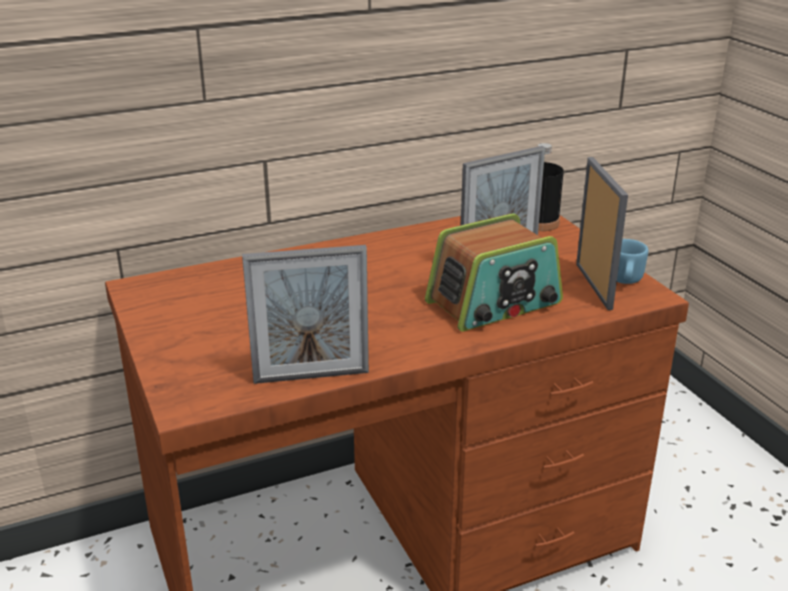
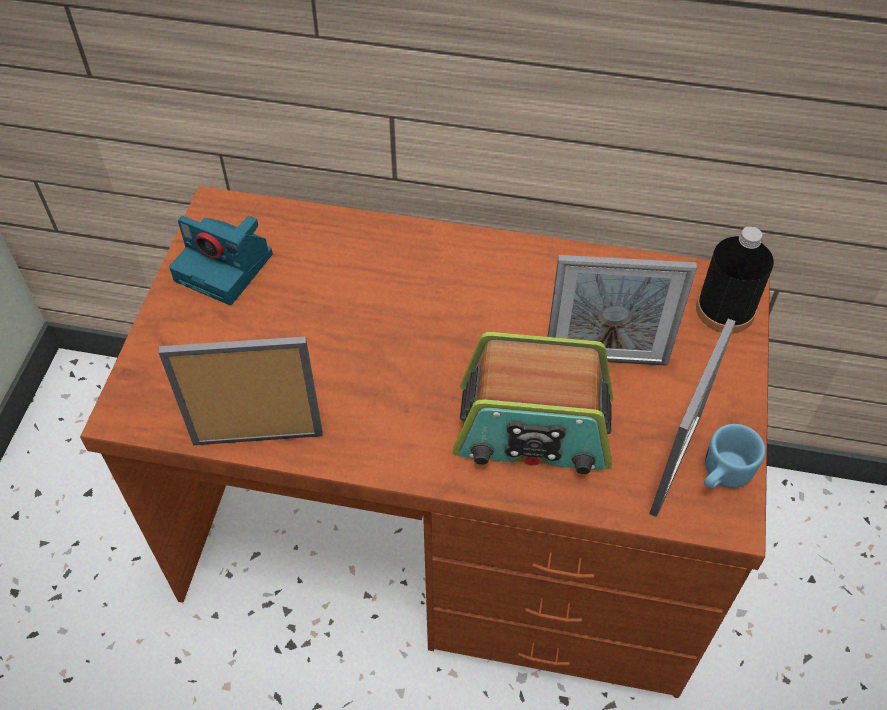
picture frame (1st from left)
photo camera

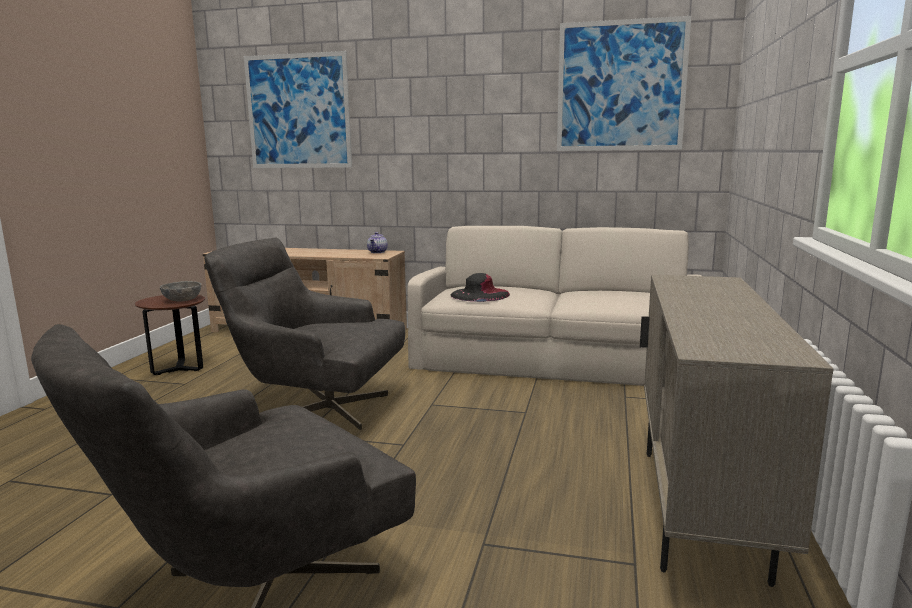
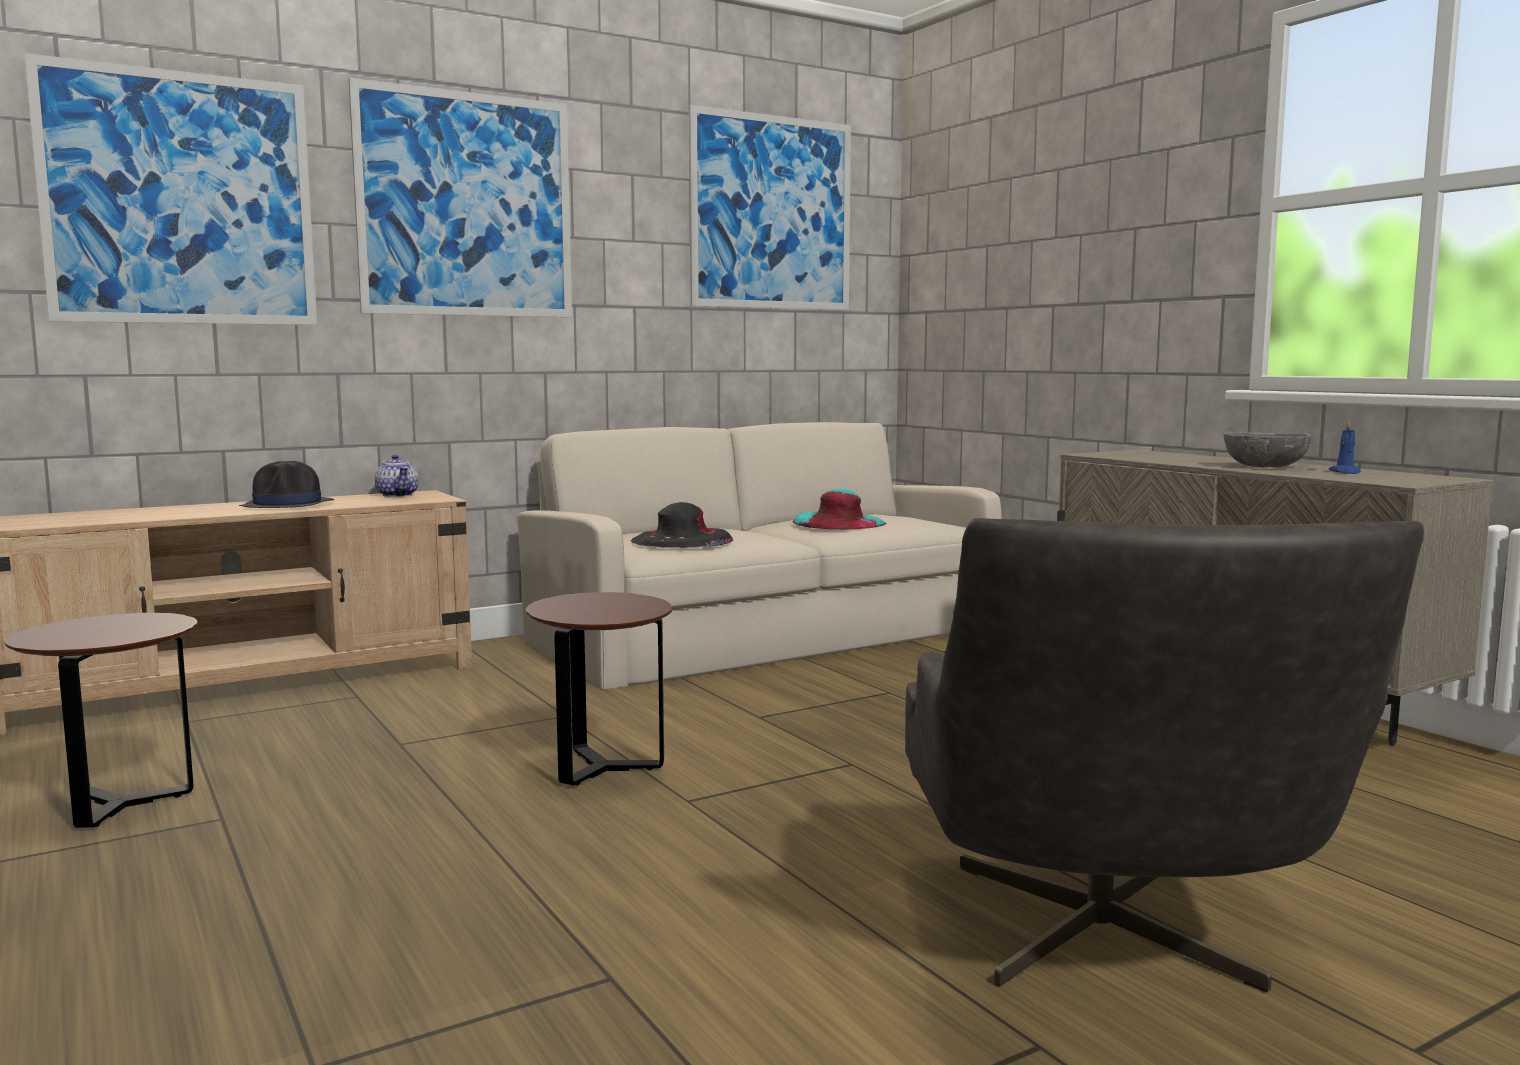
brown side table (2nd from left)
grey bowl
picture (2nd from left)
blue candle
black hat (1st from left)
turquoise hat

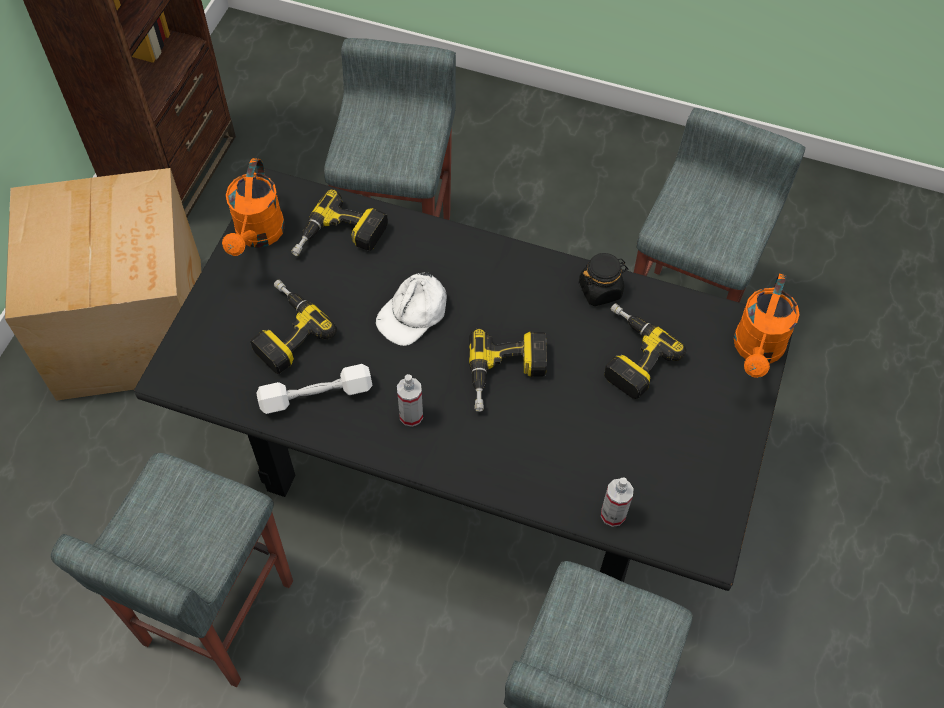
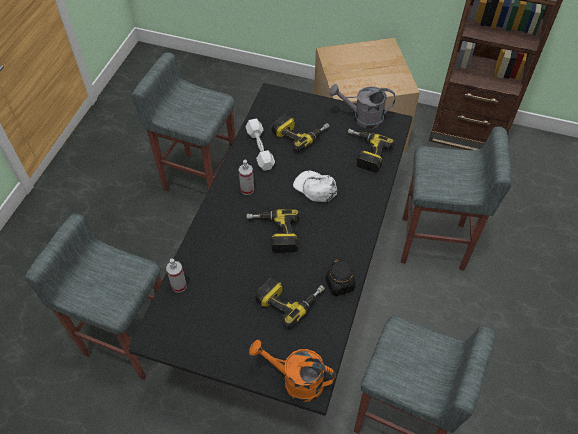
grey watering can

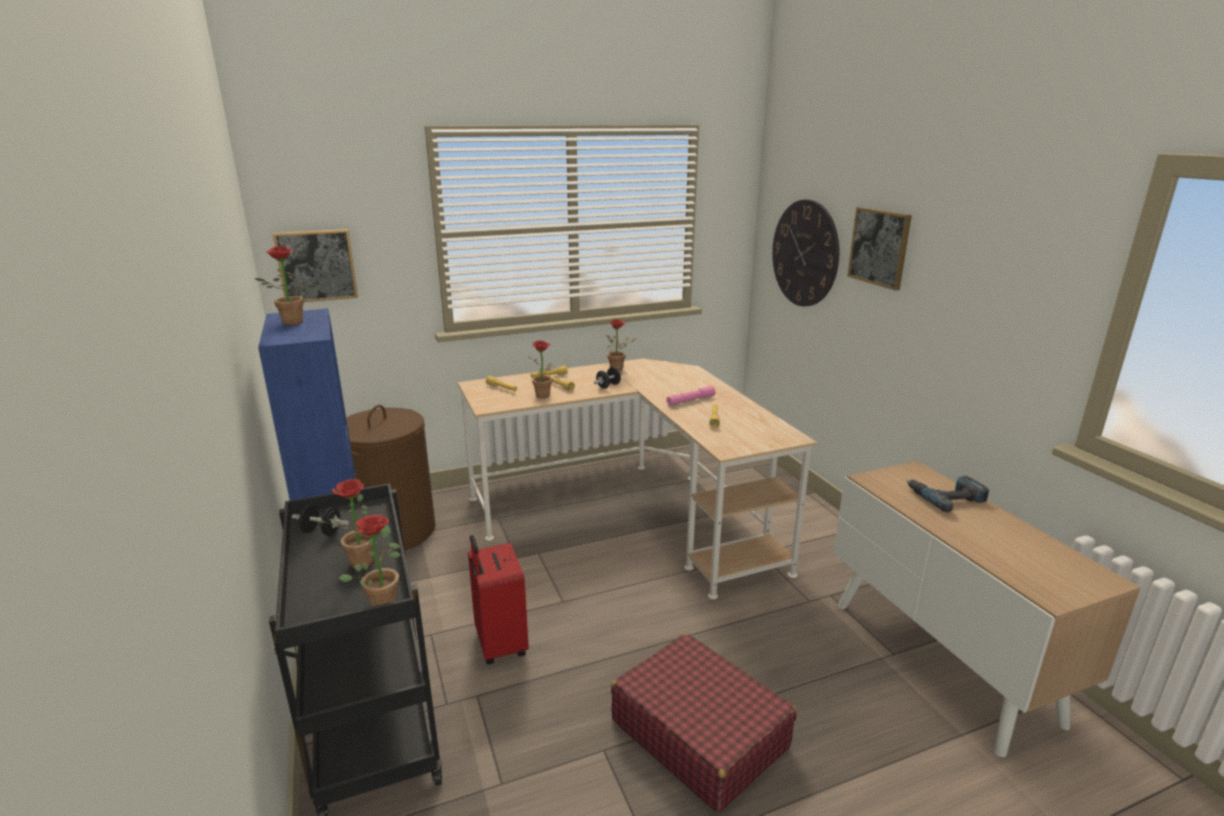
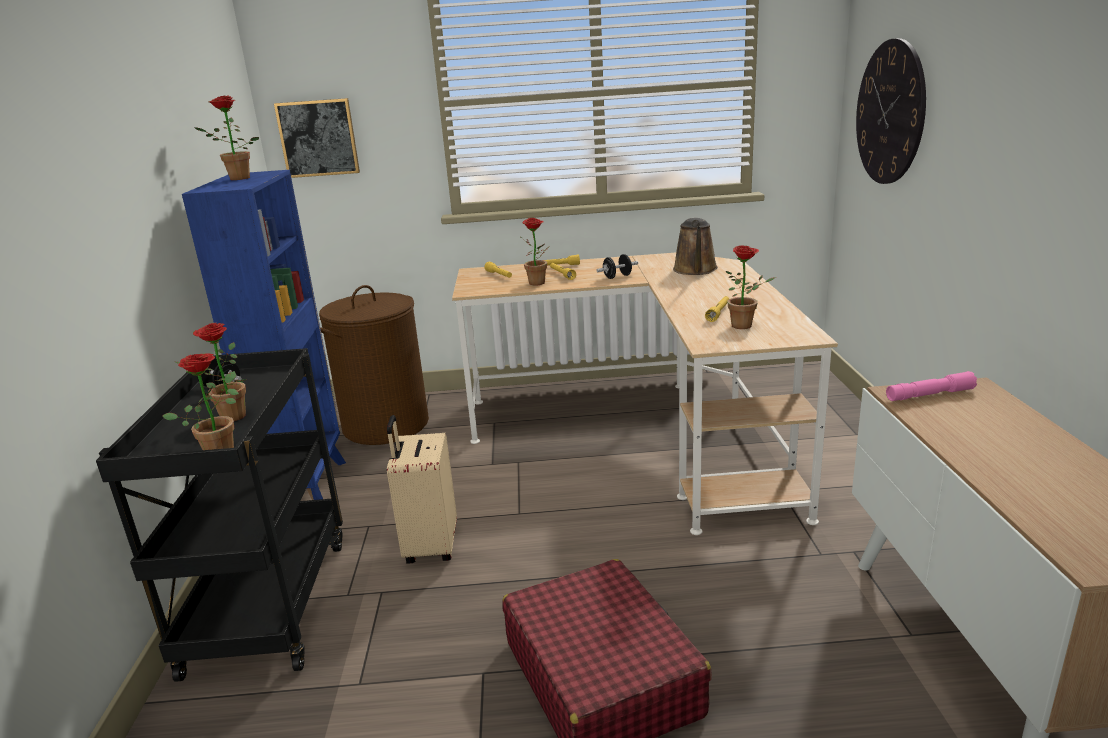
picture (2nd from left in the first image)
potted plant (5th from left)
pink flashlight
power drill
beige suitcase
brown watering can

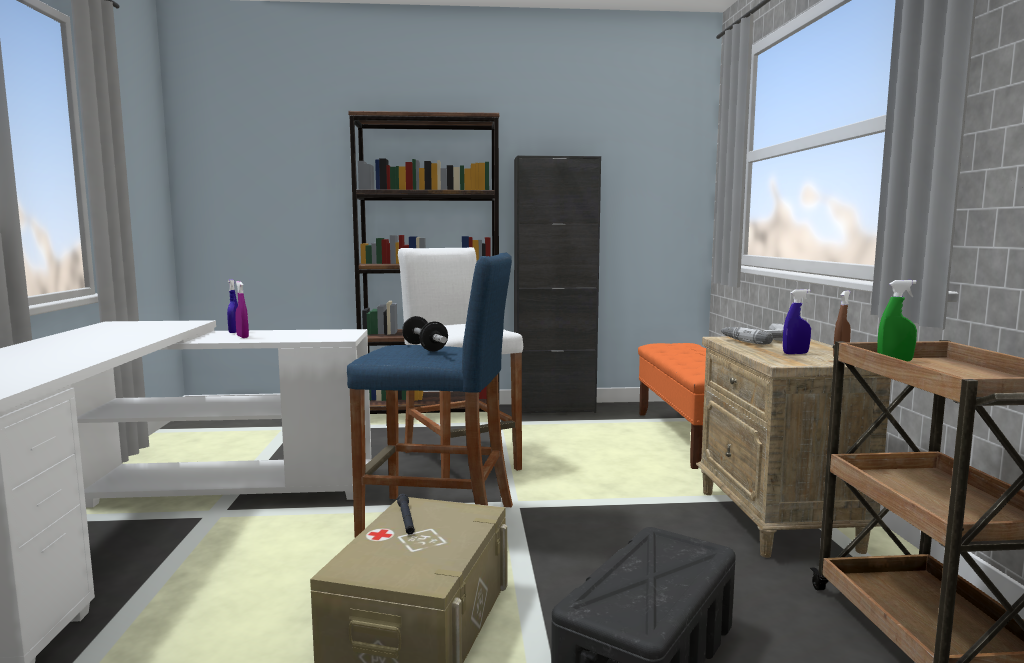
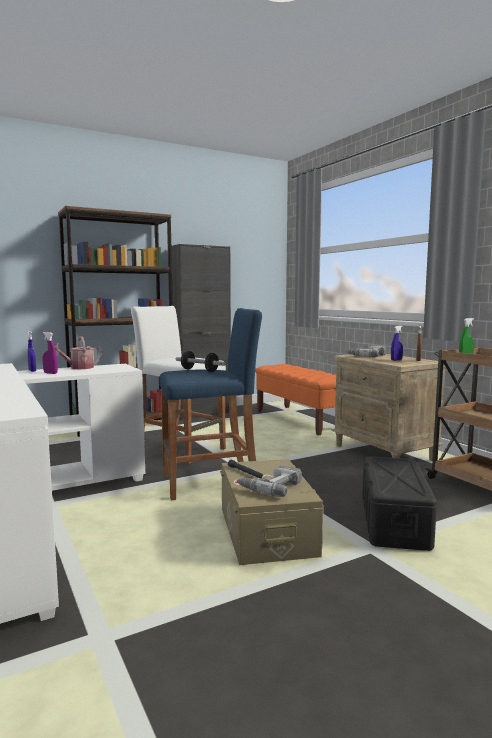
watering can
power drill (1st from left)

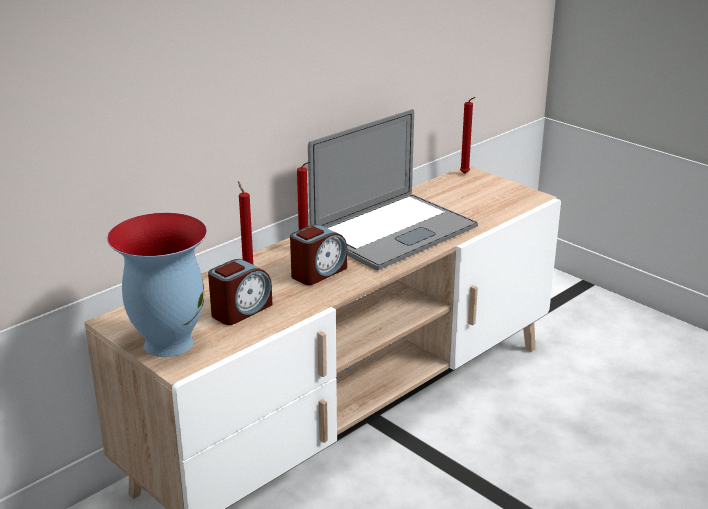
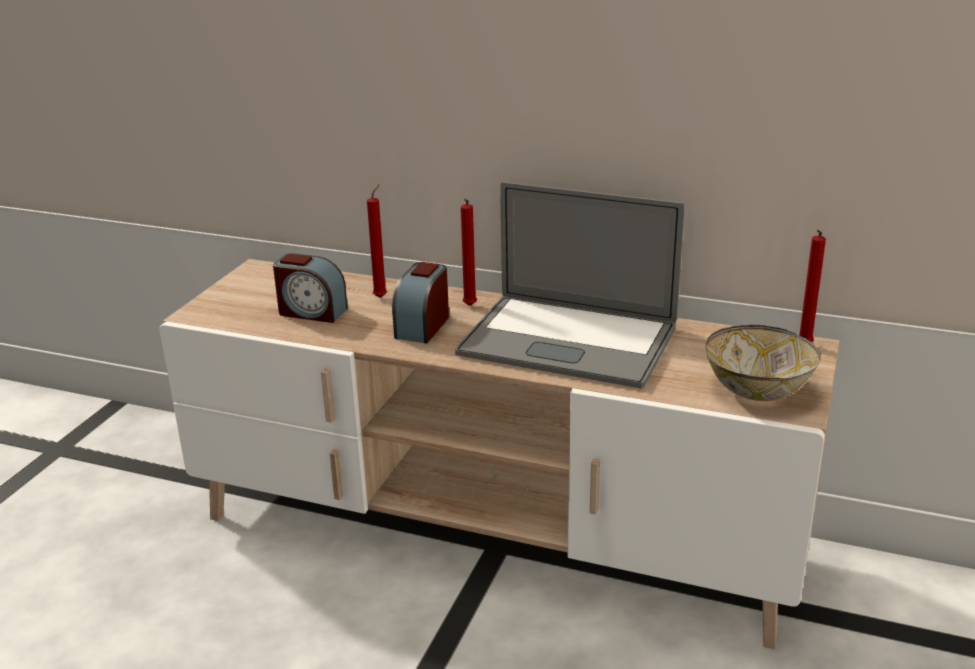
vase
alarm clock (2nd from left)
bowl

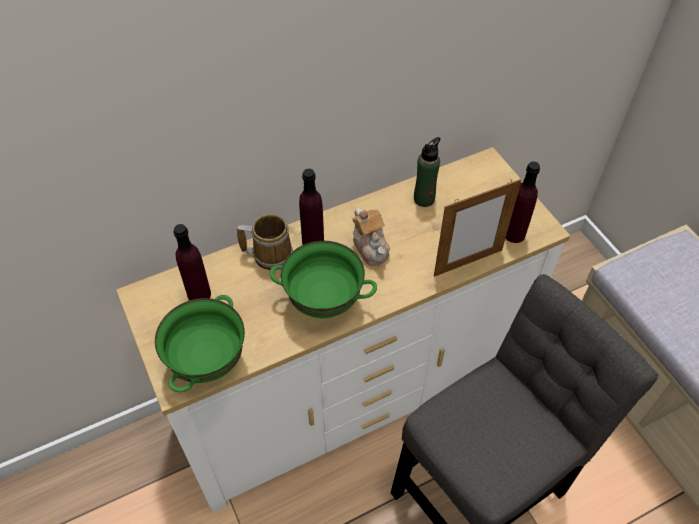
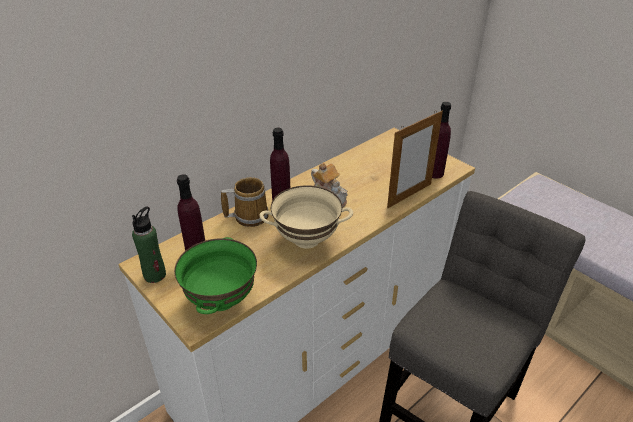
green bottle
beige bowl

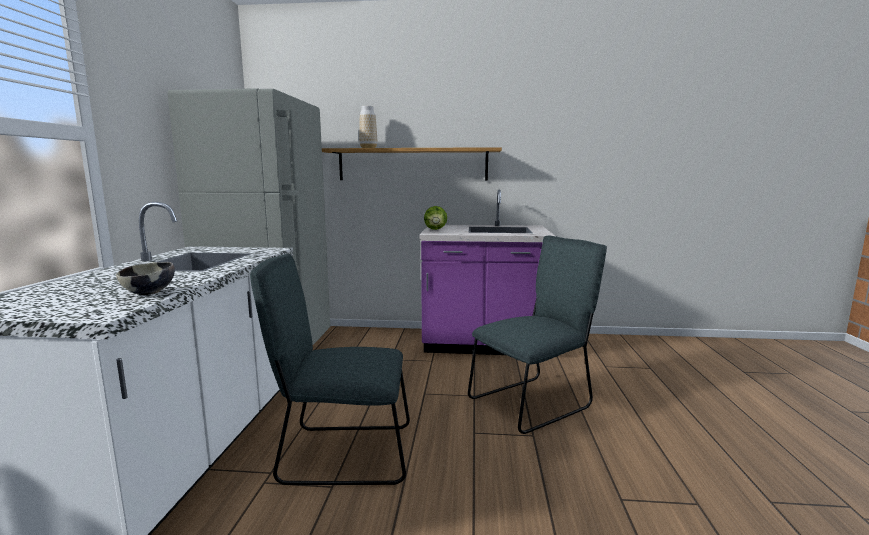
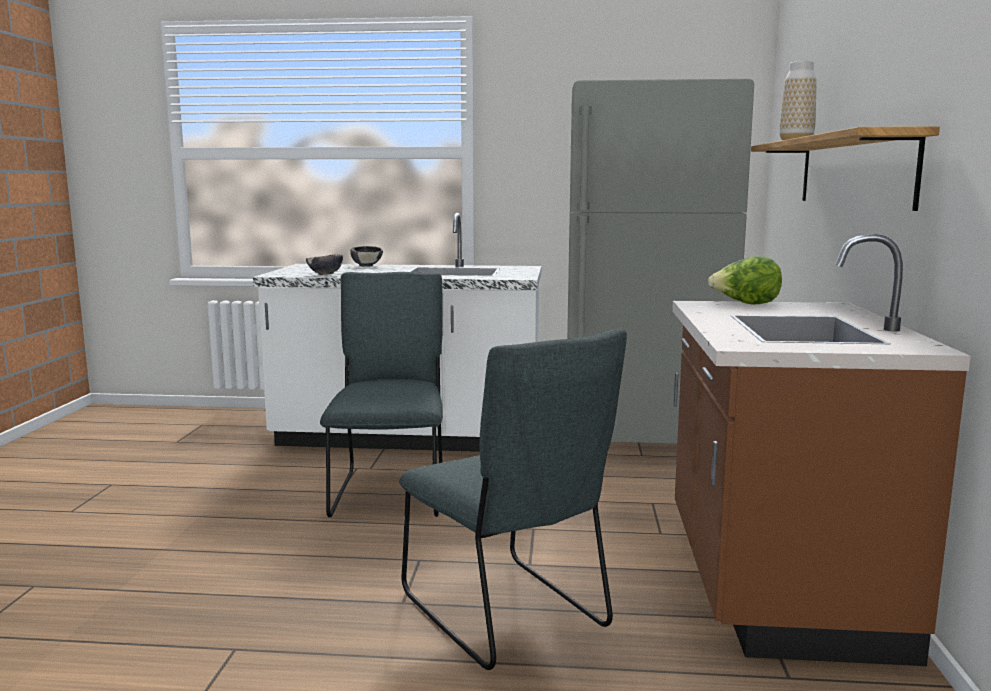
brown counter
bowl (2nd from left)

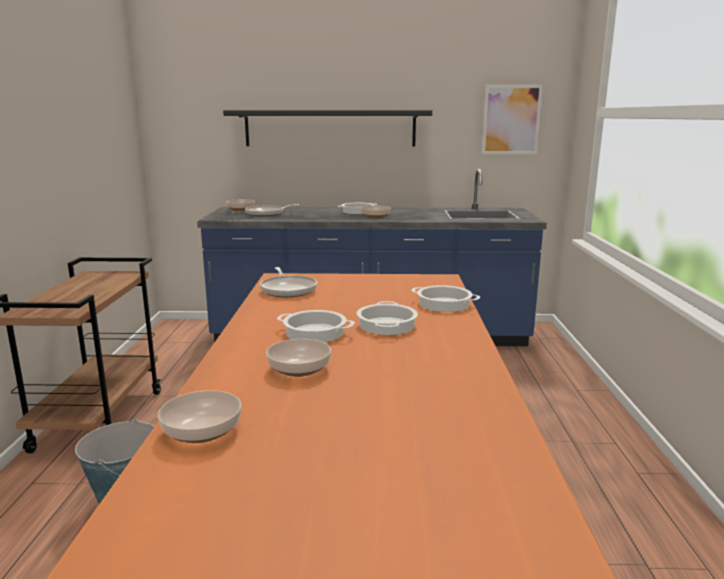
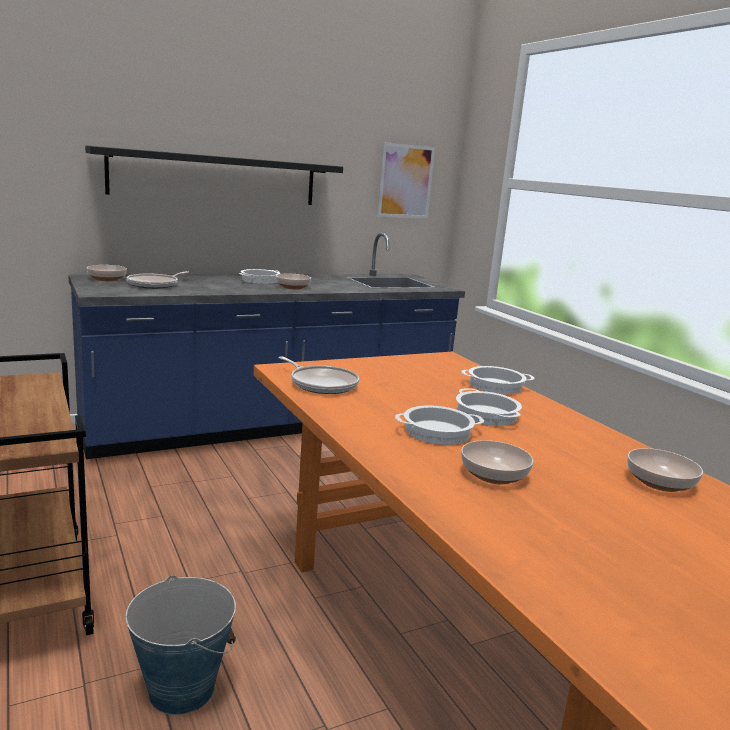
bowl (4th from left)

